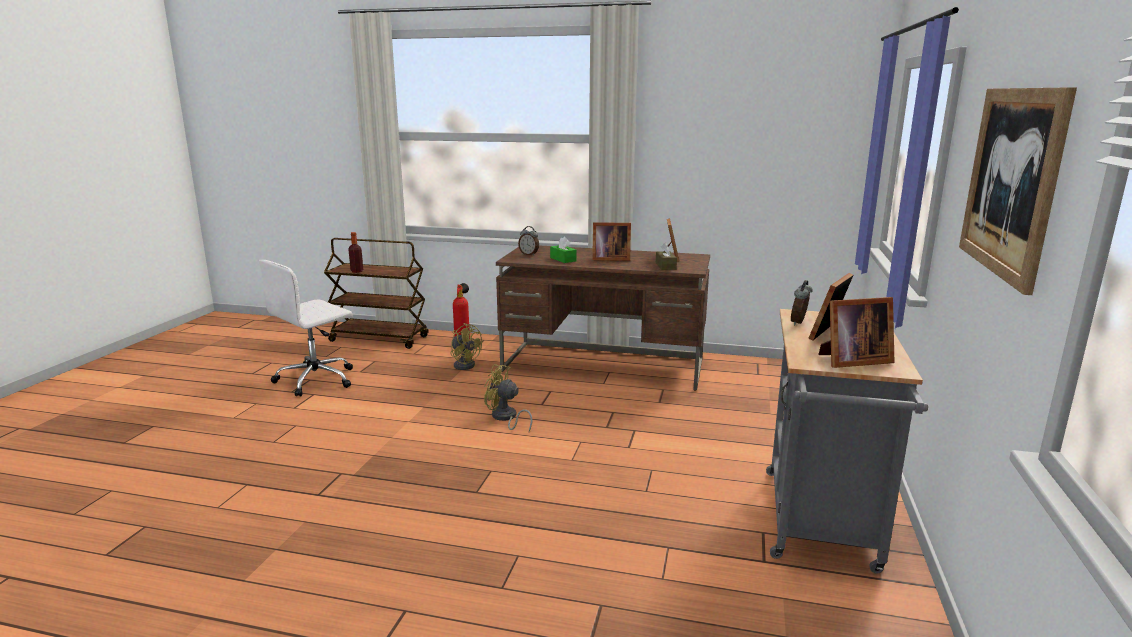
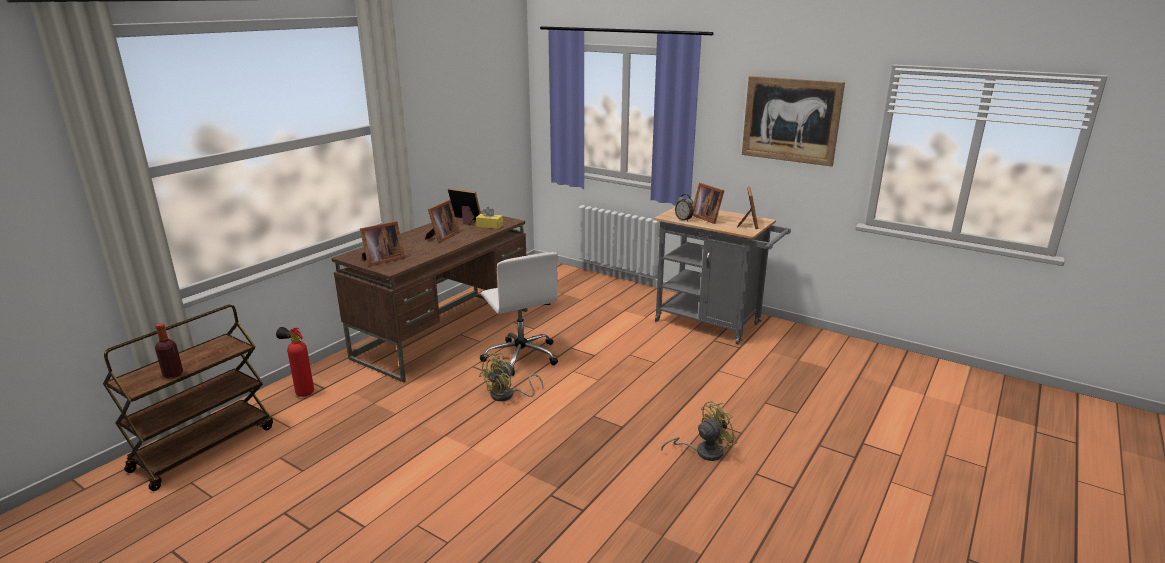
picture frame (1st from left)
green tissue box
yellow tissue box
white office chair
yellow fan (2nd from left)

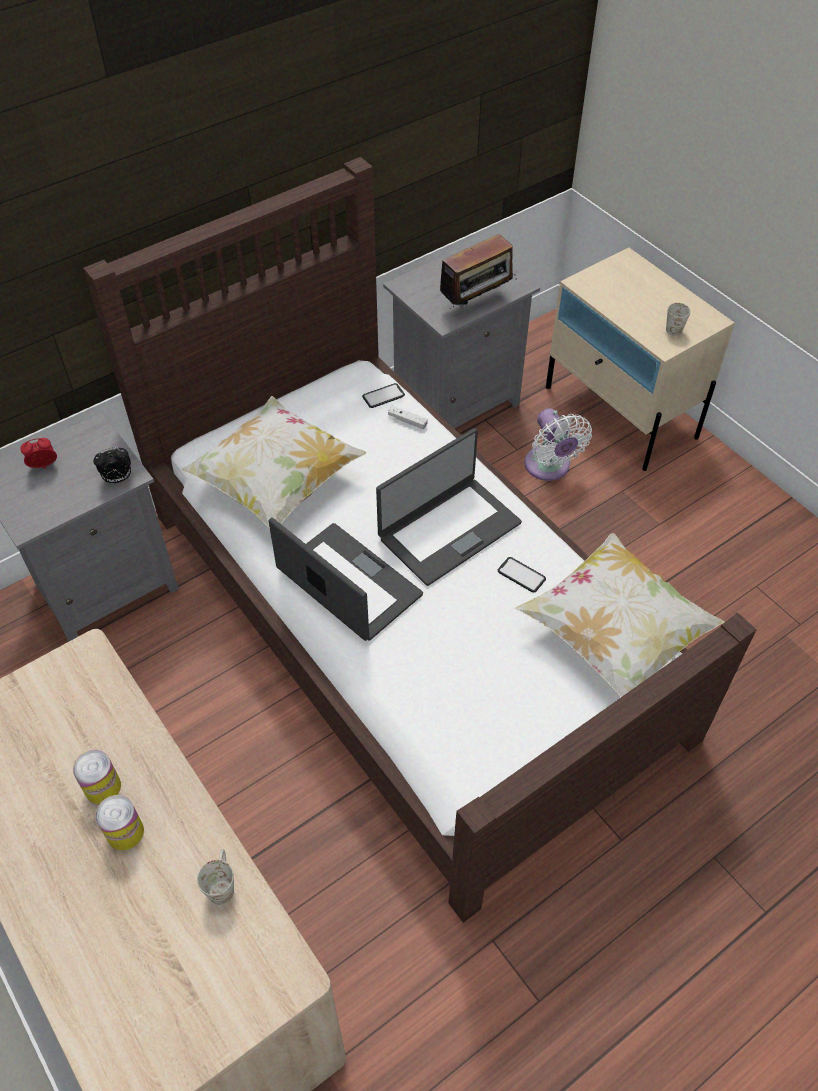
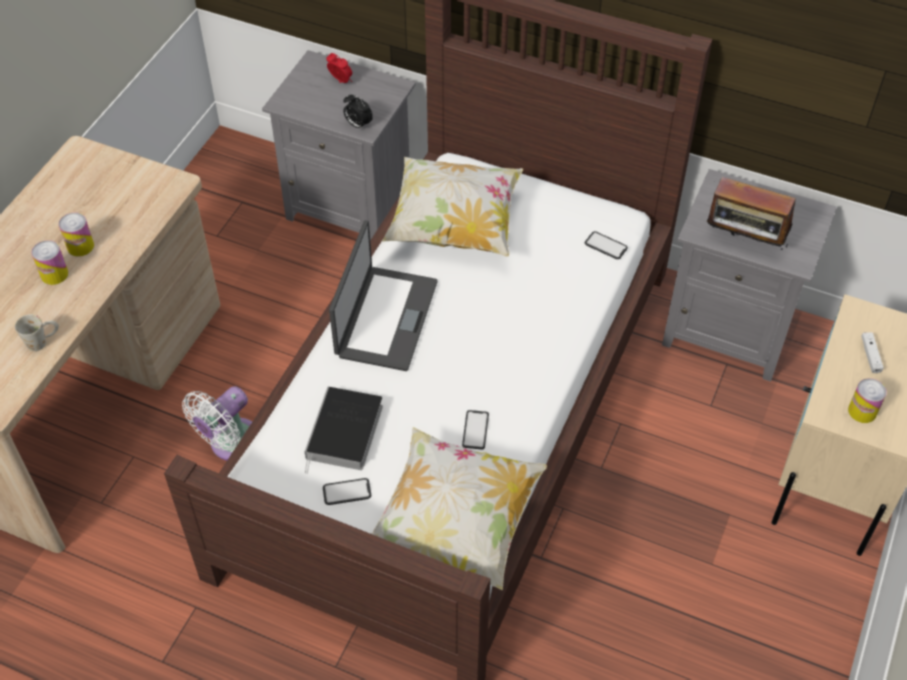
can (3rd from left)
white game controller
white fan
laptop (2nd from left in the first image)
book
phone (1st from left)

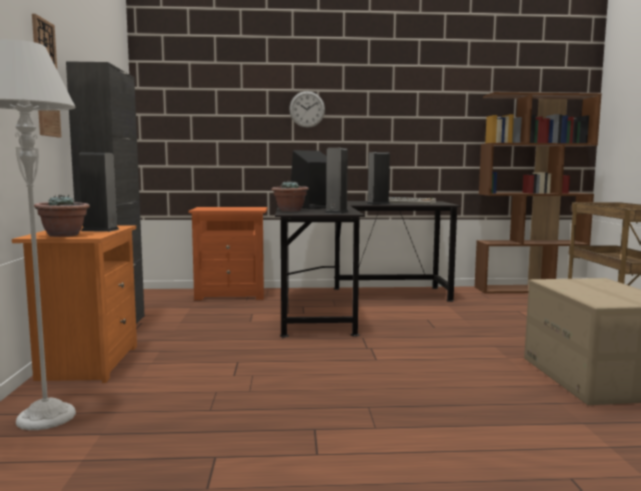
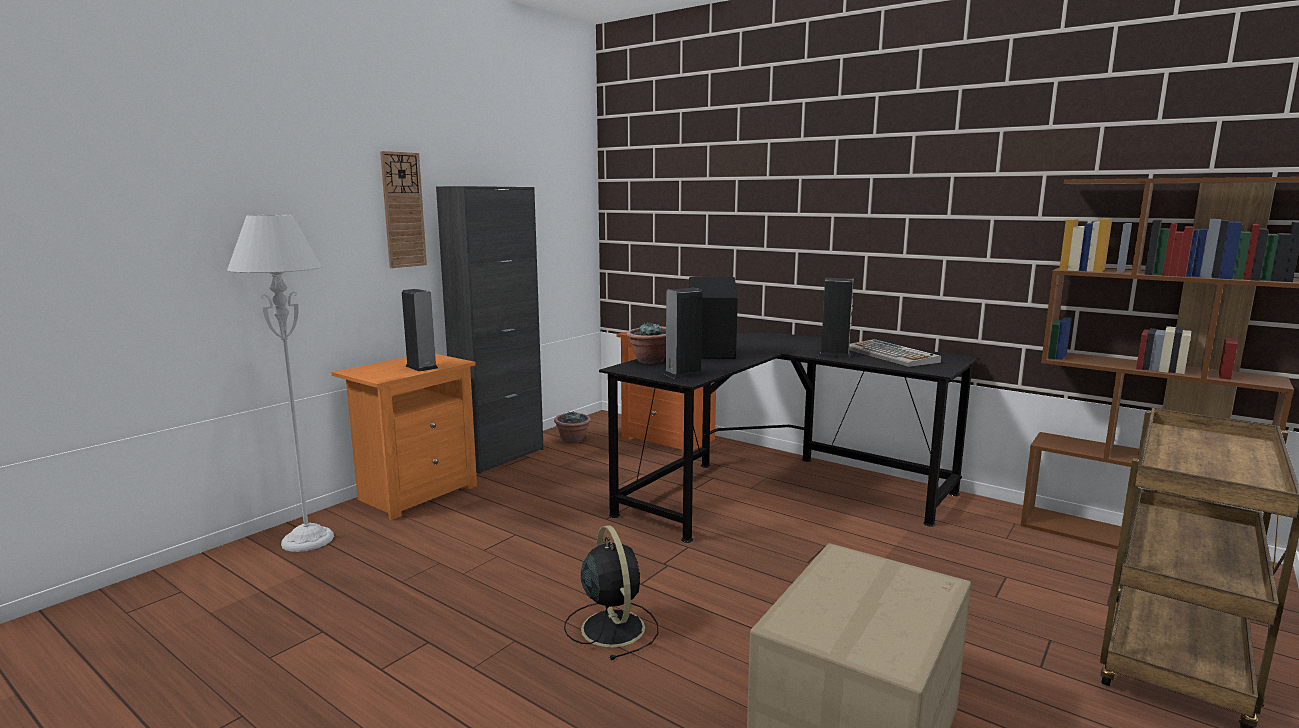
wall clock (2nd from left in the first image)
potted plant (1st from left)
black fan

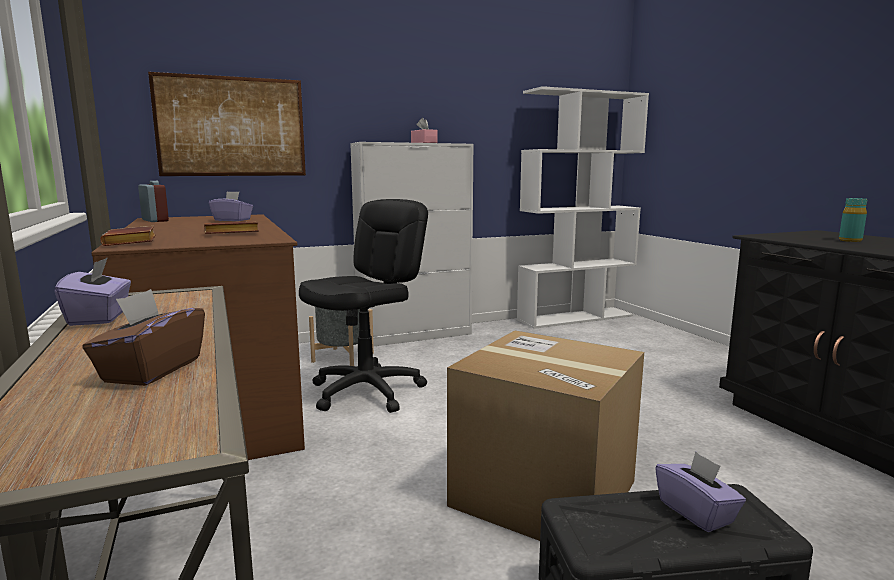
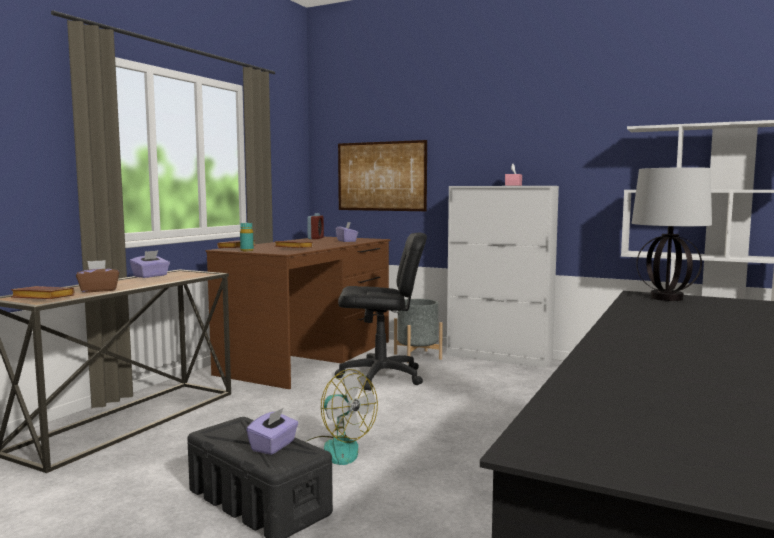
turquoise bottle
fan
table lamp
brown book (1st from left)

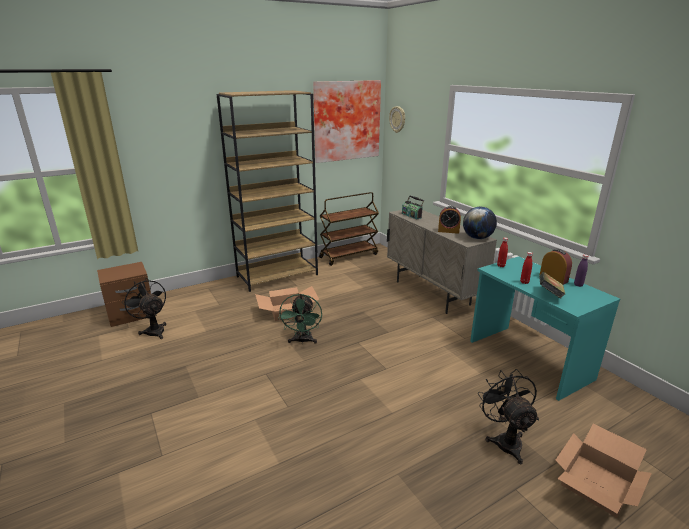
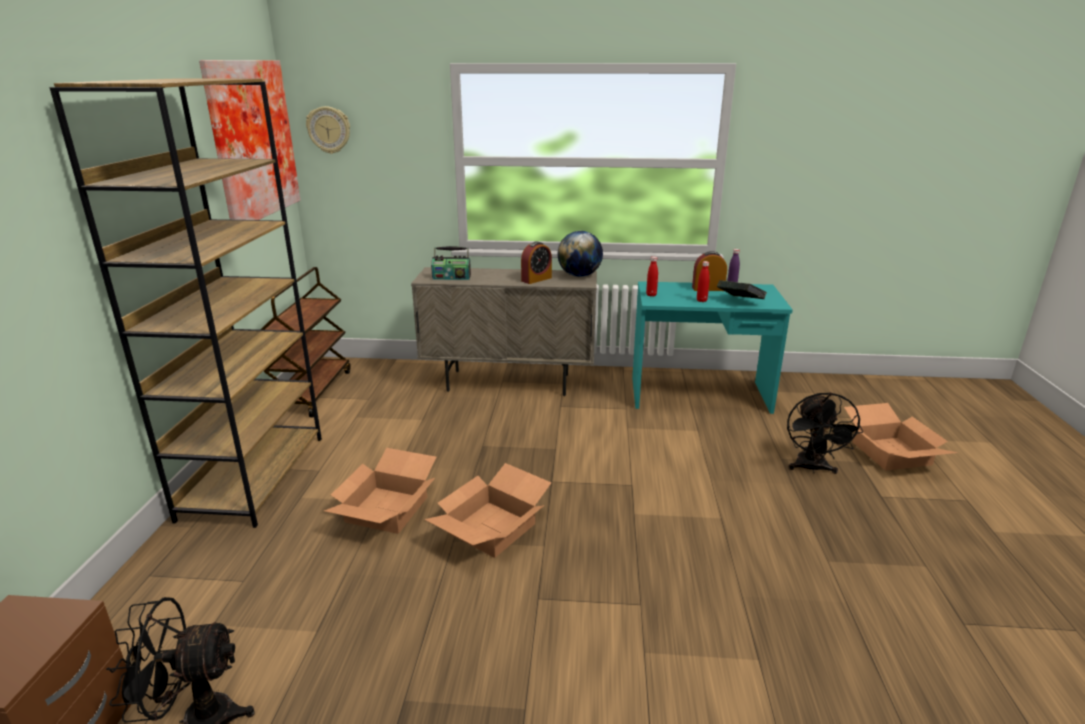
cardboard box (2nd from left)
black fan (2nd from left)

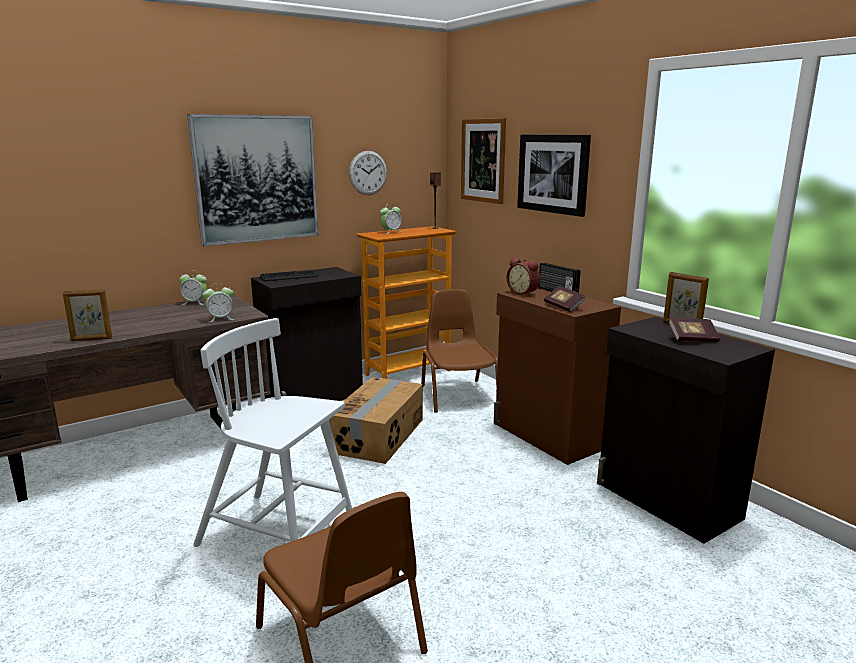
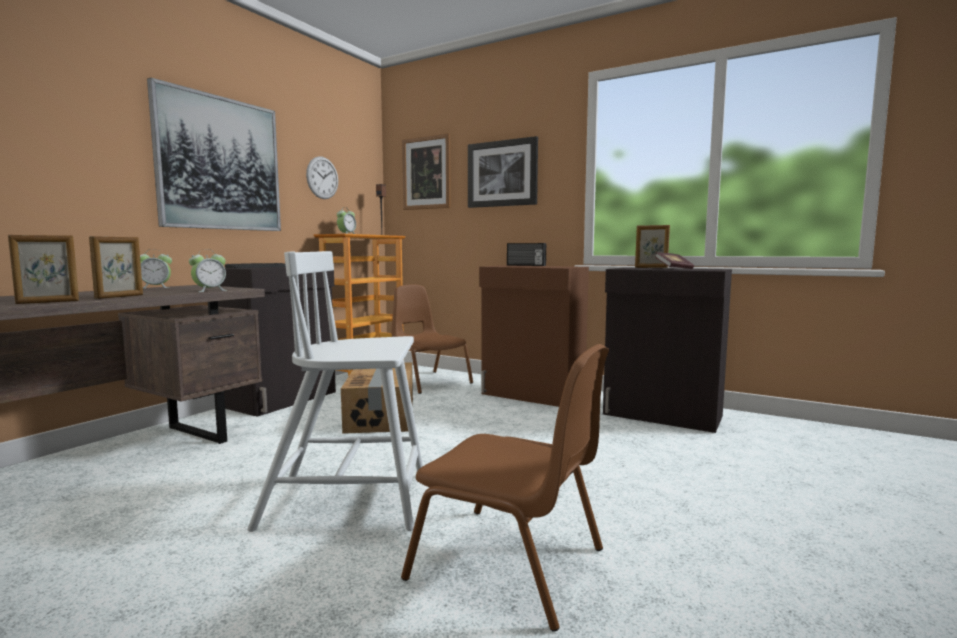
alarm clock (4th from left in the first image)
book (1st from left in the first image)
picture frame (2nd from left)

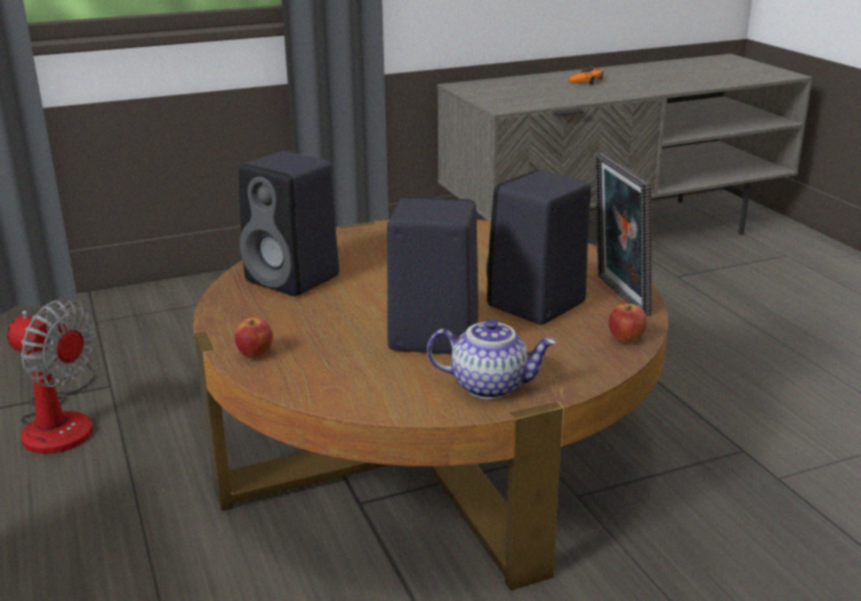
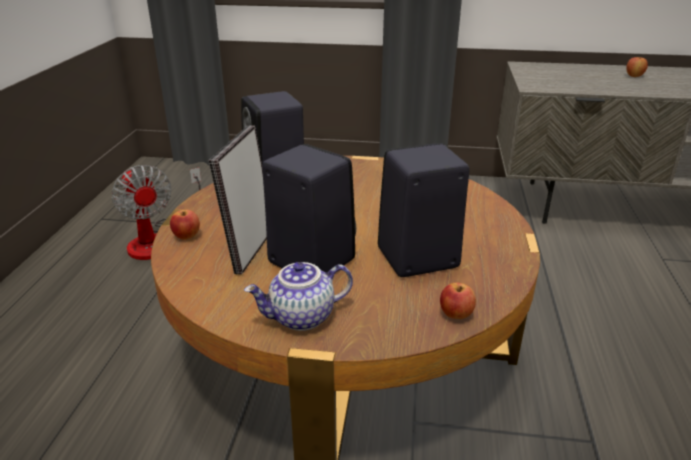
apple (3rd from left)
picture frame
teapot

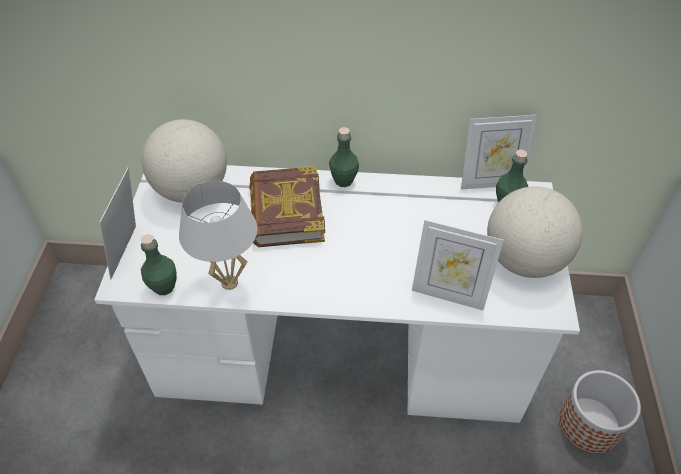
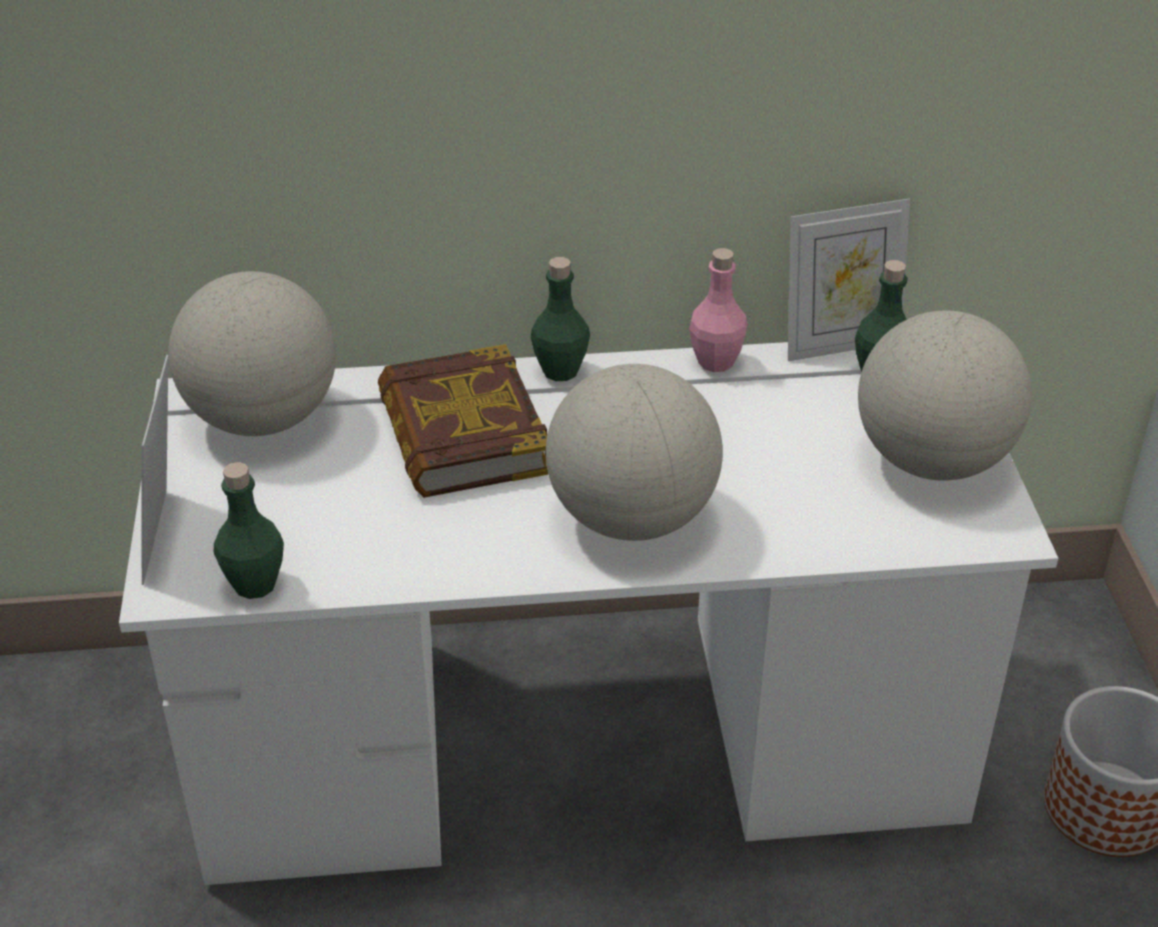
white table lamp
picture frame (2nd from left in the first image)
pink bottle
globe (2nd from left)

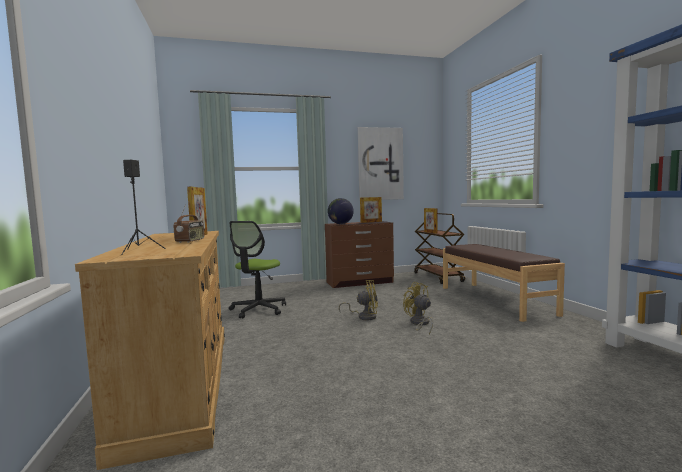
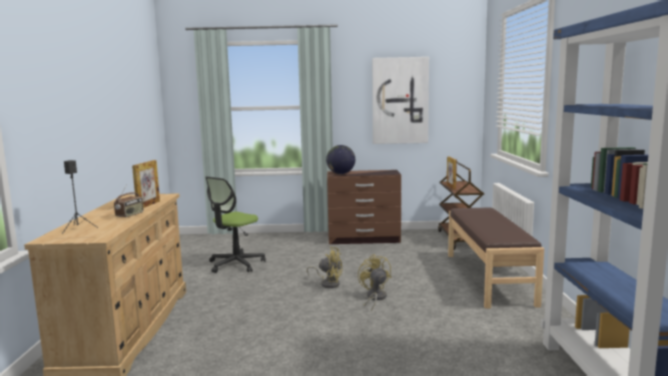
picture frame (2nd from left in the first image)

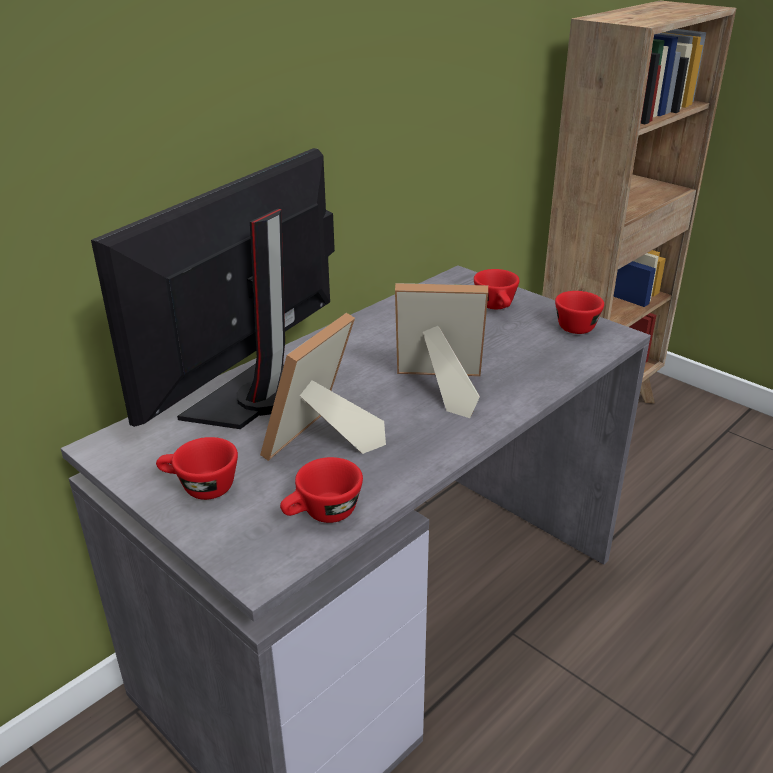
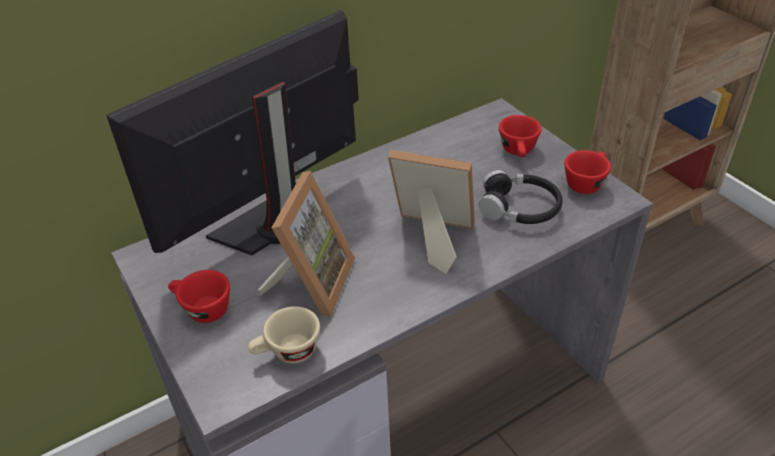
picture frame (1st from left)
beige cup
black headphones

